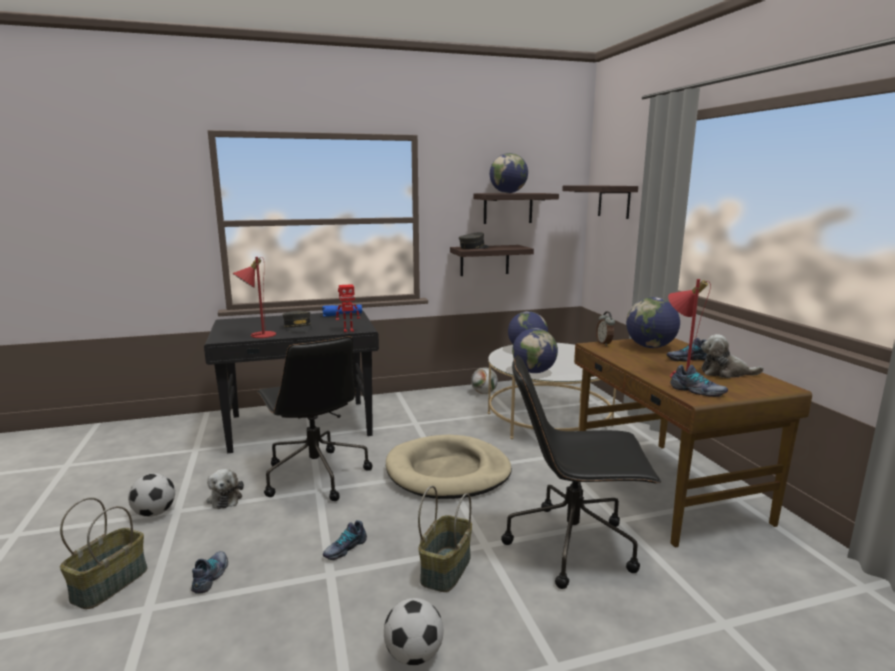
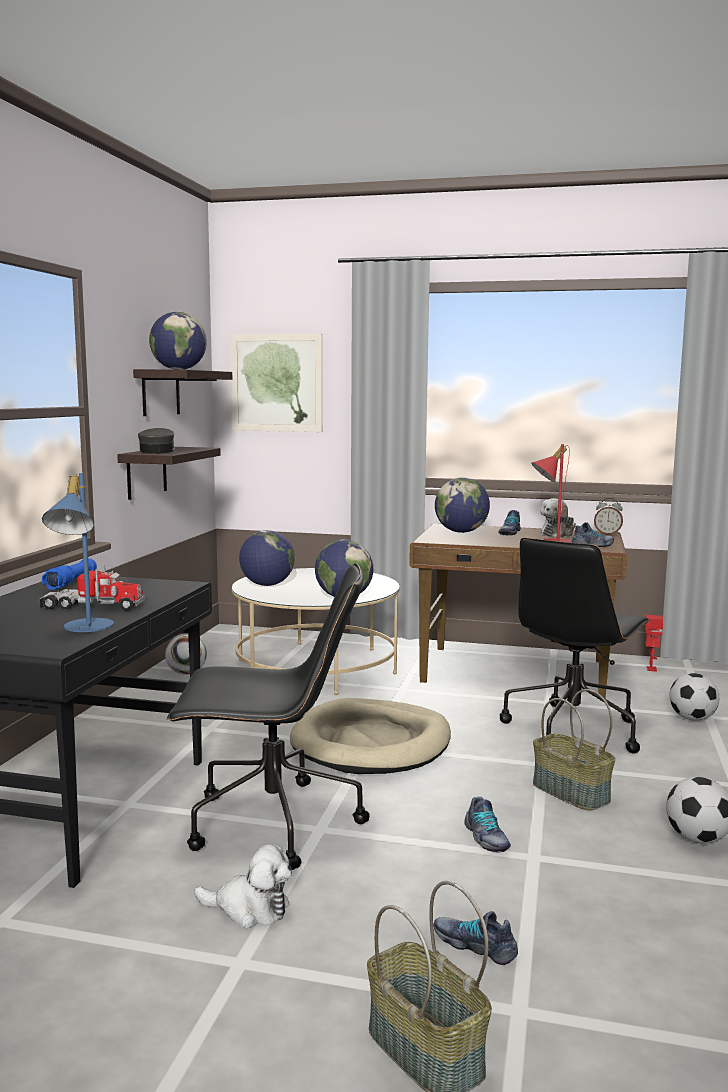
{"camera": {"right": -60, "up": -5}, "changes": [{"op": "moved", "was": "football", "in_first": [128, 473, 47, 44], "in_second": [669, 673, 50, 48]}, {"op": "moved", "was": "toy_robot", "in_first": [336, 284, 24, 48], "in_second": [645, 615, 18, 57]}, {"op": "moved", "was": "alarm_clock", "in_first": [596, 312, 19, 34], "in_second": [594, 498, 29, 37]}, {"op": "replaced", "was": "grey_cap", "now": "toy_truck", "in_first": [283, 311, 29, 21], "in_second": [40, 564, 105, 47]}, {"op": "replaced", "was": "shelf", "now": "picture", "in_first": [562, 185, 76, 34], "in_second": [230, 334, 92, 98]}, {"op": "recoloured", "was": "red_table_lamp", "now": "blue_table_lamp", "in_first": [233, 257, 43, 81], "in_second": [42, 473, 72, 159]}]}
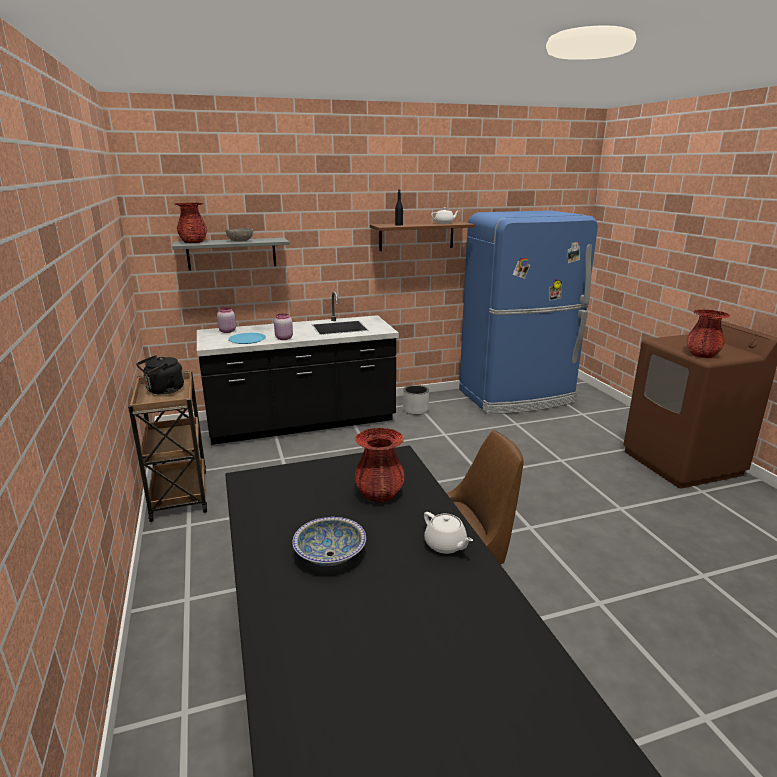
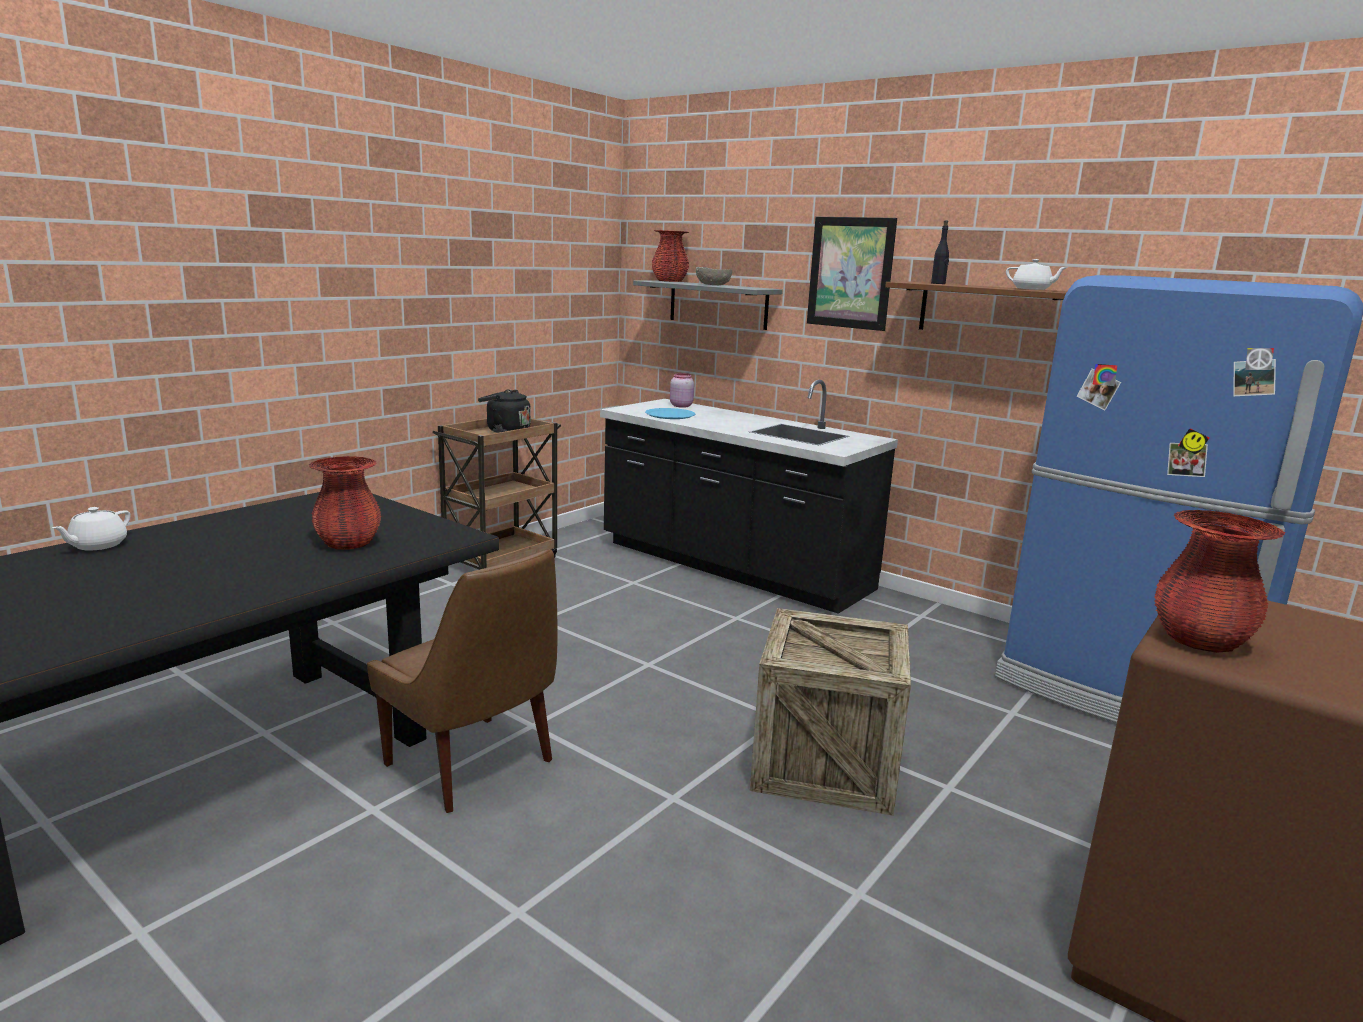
{"camera": {"right": 55, "up": -5}, "changes": [{"op": "removed", "was": "pink_jar", "in_first": [274, 313, 19, 27]}, {"op": "removed", "was": "bowl", "in_first": [292, 517, 74, 49]}, {"op": "removed", "was": "grey_planter", "in_first": [403, 385, 26, 30]}, {"op": "added", "now": "crate", "in_second": [750, 608, 161, 208]}, {"op": "added", "now": "picture", "in_second": [807, 217, 90, 114]}, {"op": "moved", "was": "white_teapot", "in_first": [424, 512, 49, 42], "in_second": [52, 507, 79, 44]}]}
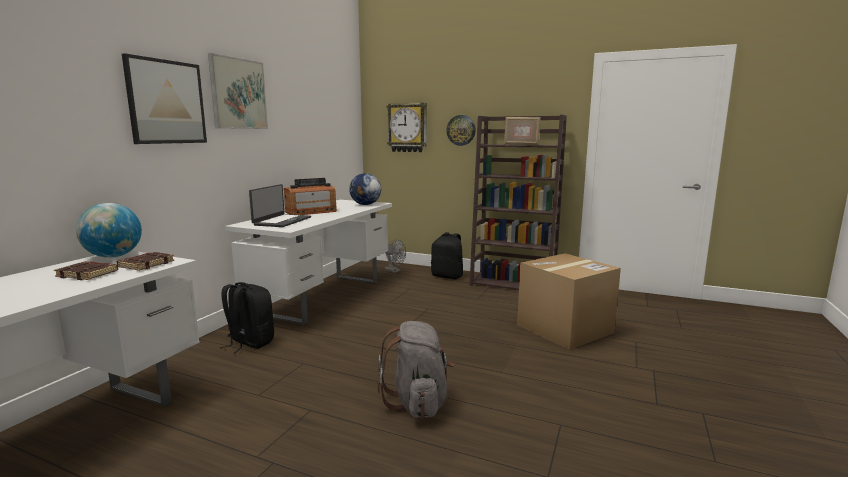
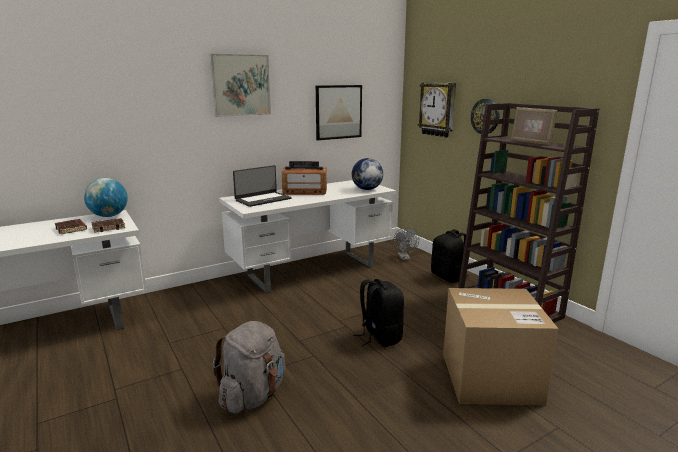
{"camera": {"right": 35, "up": 5}, "changes": [{"op": "moved", "was": "picture", "in_first": [122, 53, 85, 91], "in_second": [316, 85, 46, 55]}, {"op": "moved", "was": "black_backpack", "in_first": [220, 282, 54, 72], "in_second": [353, 279, 51, 68]}]}
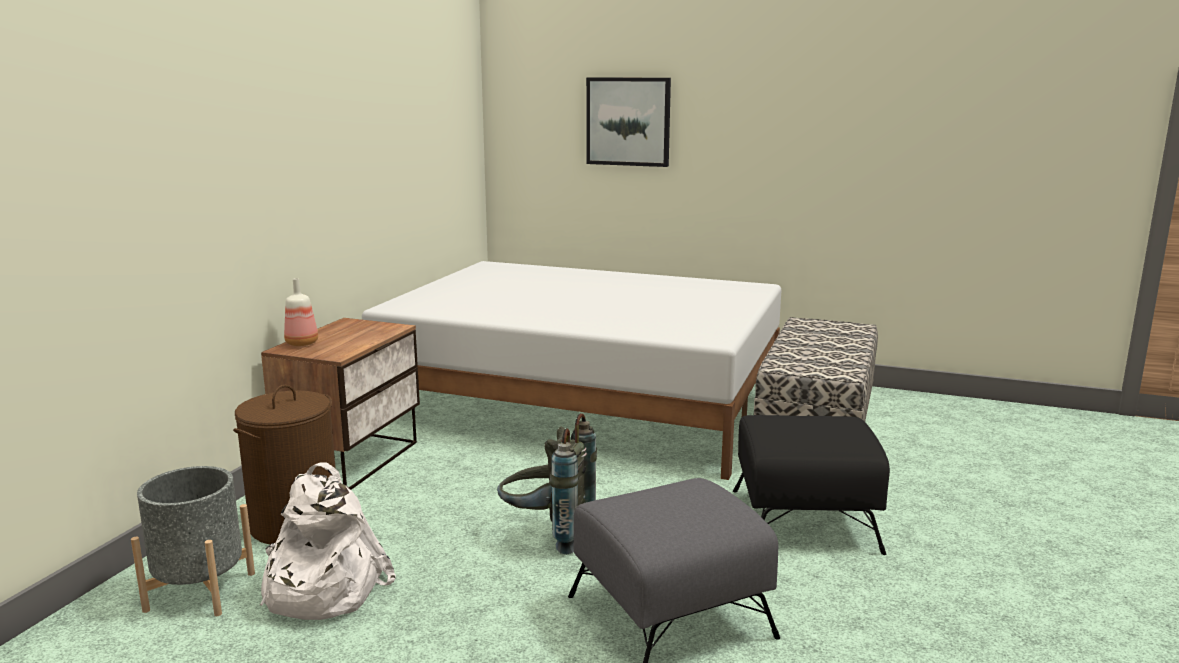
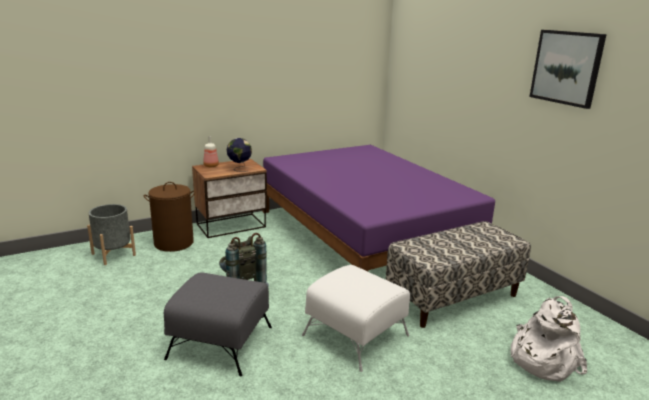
{"camera": {"right": 40, "up": 5}, "changes": [{"op": "added", "now": "globe", "in_second": [227, 138, 25, 34]}, {"op": "moved", "was": "white_backpack", "in_first": [260, 462, 136, 158], "in_second": [510, 296, 77, 86]}, {"op": "moved", "was": "picture", "in_first": [586, 77, 85, 90], "in_second": [529, 30, 78, 79]}, {"op": "recoloured", "was": "white_bed", "now": "purple_bed", "in_first": [362, 261, 419, 219], "in_second": [263, 145, 232, 126]}, {"op": "recoloured", "was": "black_ottoman", "now": "white_ottoman", "in_first": [733, 415, 157, 140], "in_second": [302, 265, 108, 107]}]}
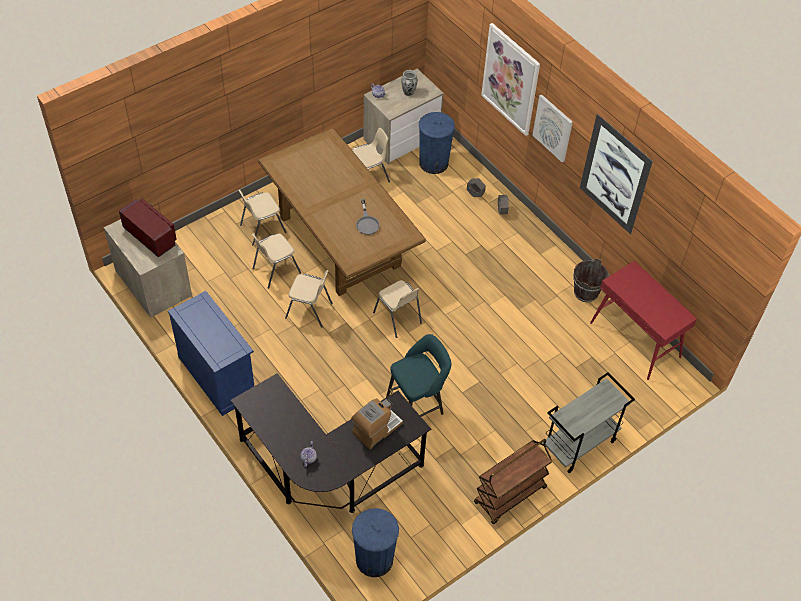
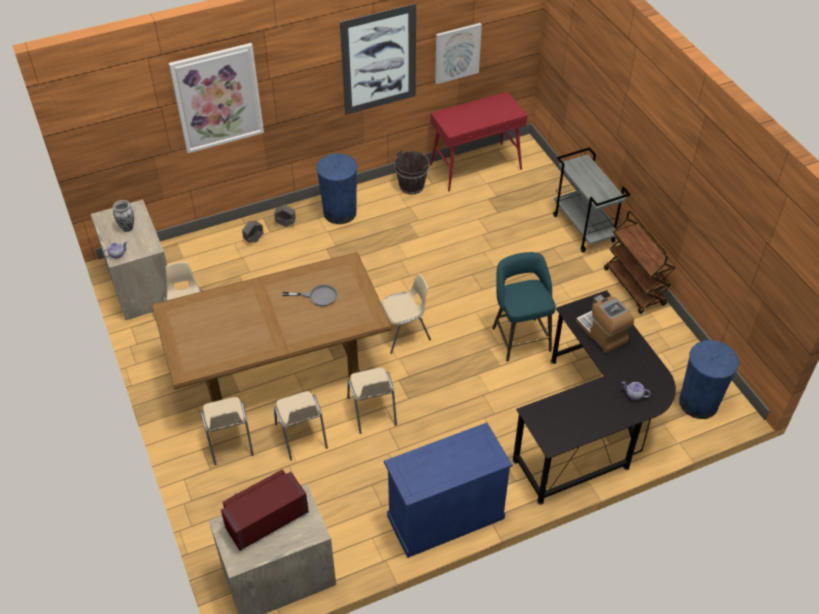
{"camera": {"right": -75, "up": -5}, "changes": [{"op": "moved", "was": "blue_trash_can", "in_first": [419, 112, 36, 62], "in_second": [316, 153, 42, 71]}, {"op": "moved", "was": "picture", "in_first": [532, 94, 41, 68], "in_second": [435, 23, 47, 61]}, {"op": "turned", "was": "beige_chair", "in_first": [285, 270, 47, 57], "in_second": [347, 367, 50, 67], "clockwise": 135}]}
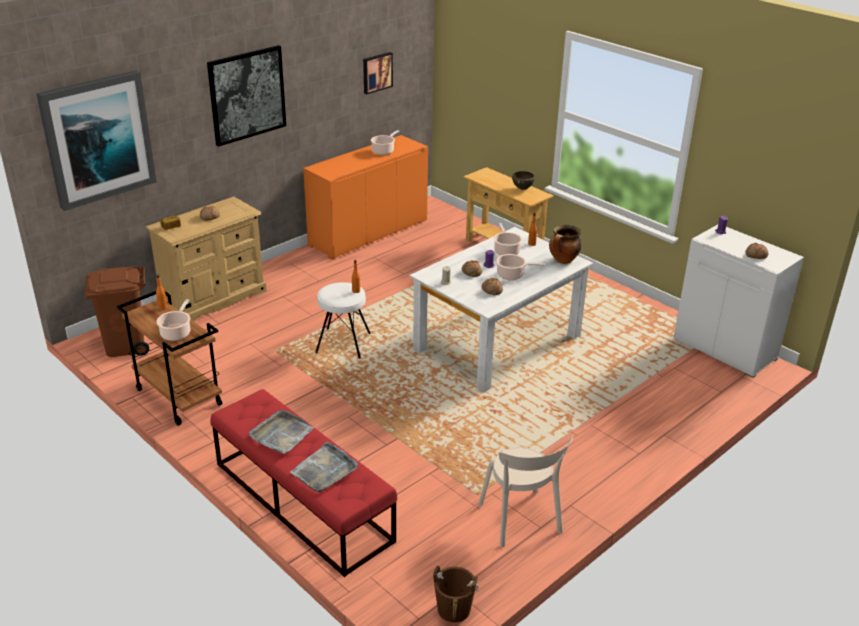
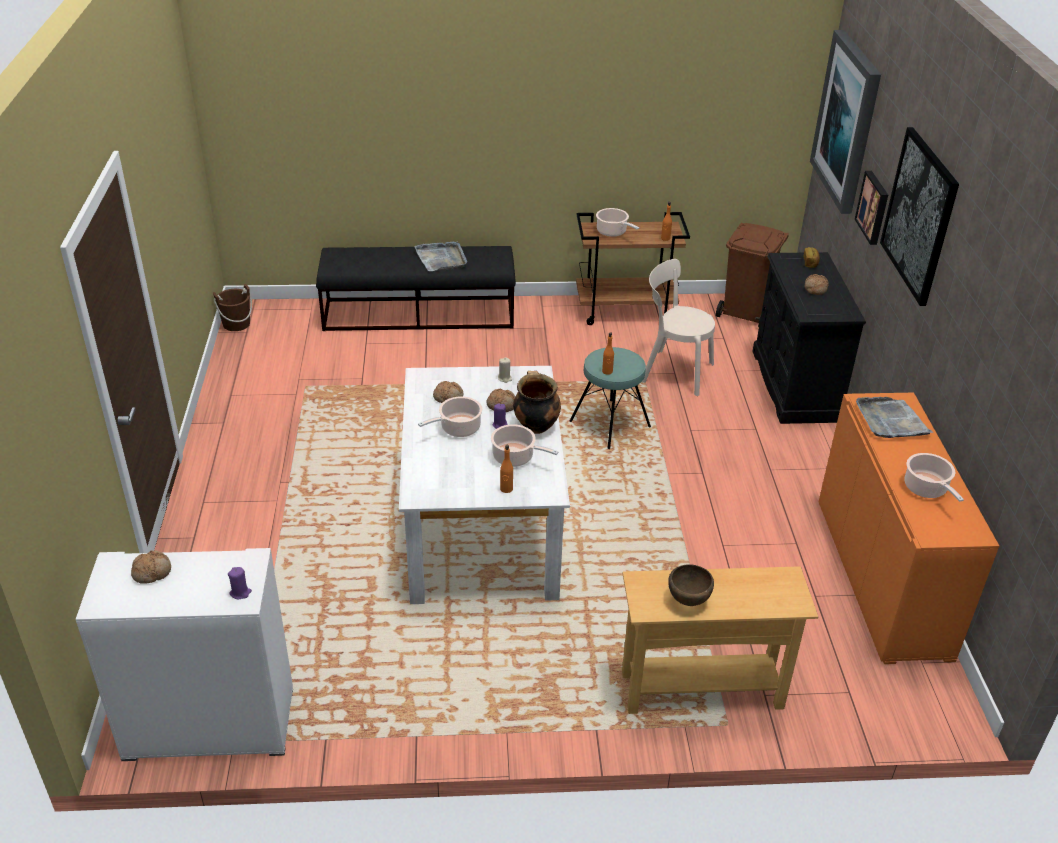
{"camera": {"right": 130, "up": 5}, "changes": [{"op": "moved", "was": "grey_tray", "in_first": [290, 441, 68, 51], "in_second": [856, 397, 78, 41]}, {"op": "moved", "was": "picture", "in_first": [363, 52, 30, 42], "in_second": [855, 171, 33, 74]}, {"op": "moved", "was": "beige_chair", "in_first": [478, 437, 95, 111], "in_second": [642, 259, 73, 137]}, {"op": "moved", "was": "cooking_pot", "in_first": [549, 225, 33, 39], "in_second": [513, 371, 48, 63]}, {"op": "recoloured", "was": "beige_dresser", "now": "black_dresser", "in_first": [146, 197, 121, 124], "in_second": [752, 252, 114, 172]}, {"op": "recoloured", "was": "red_bench", "now": "black_bench", "in_first": [210, 389, 187, 188], "in_second": [316, 246, 200, 85]}, {"op": "recoloured", "was": "white_stool", "now": "turquoise_stool", "in_first": [315, 282, 56, 76], "in_second": [570, 347, 81, 102]}]}
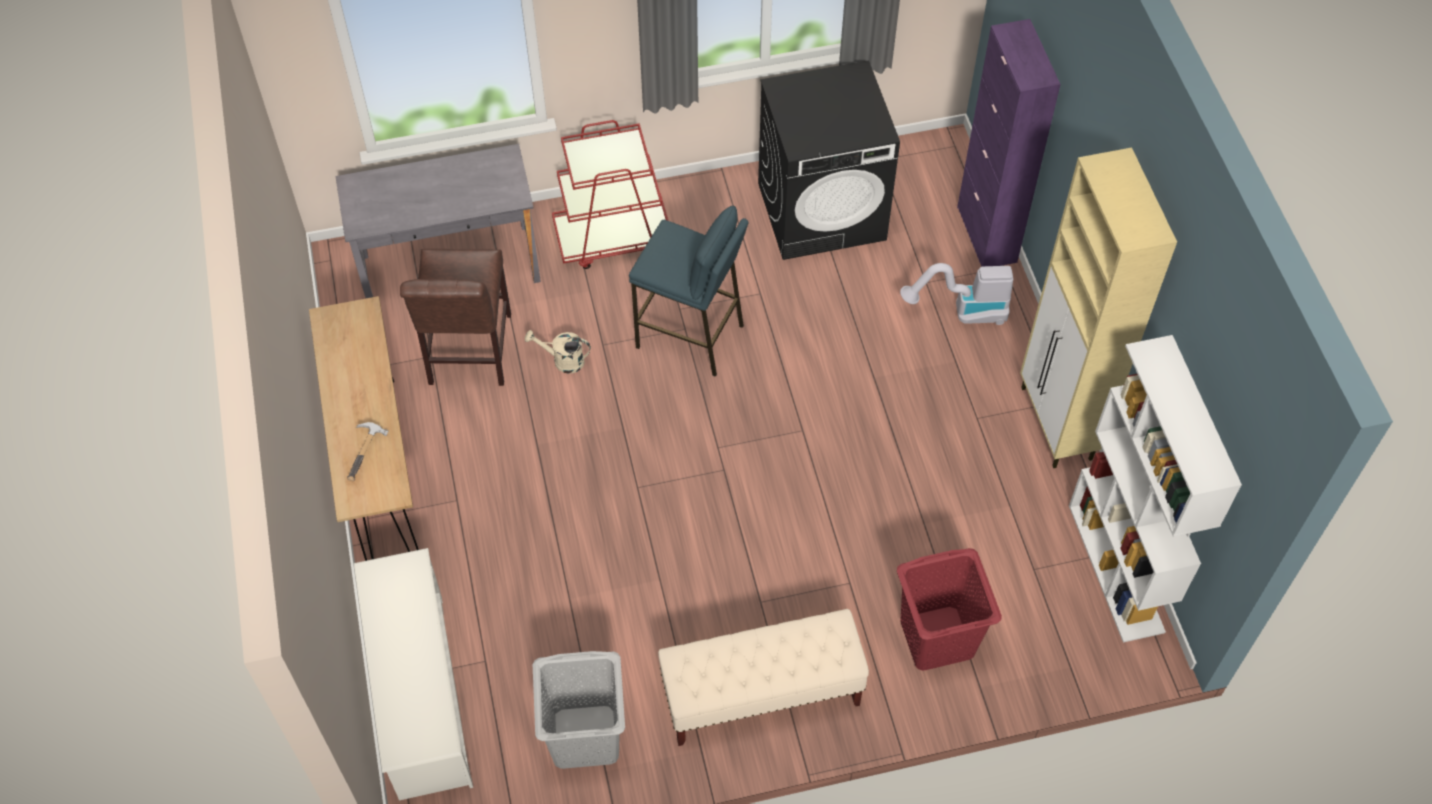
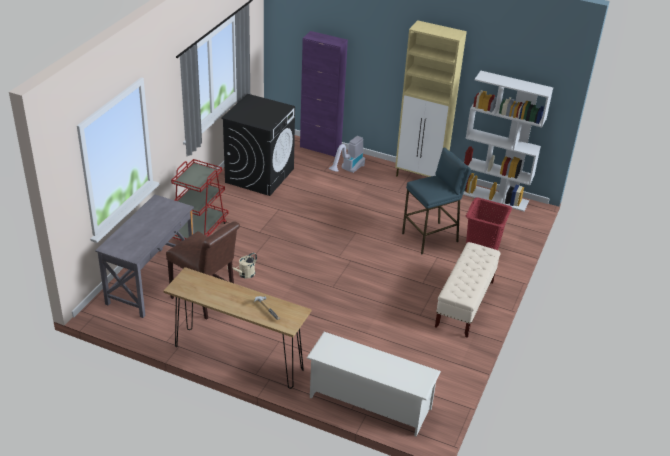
{"camera": {"right": -55, "up": -20}, "changes": [{"op": "removed", "was": "grey_laundry_basket", "in_first": [533, 651, 92, 118]}, {"op": "moved", "was": "blue_stool", "in_first": [629, 206, 120, 171], "in_second": [402, 147, 69, 107]}]}
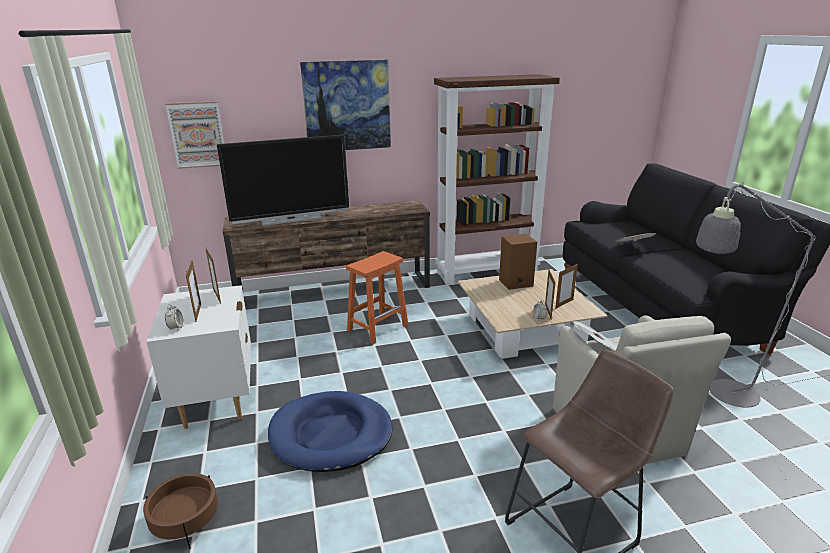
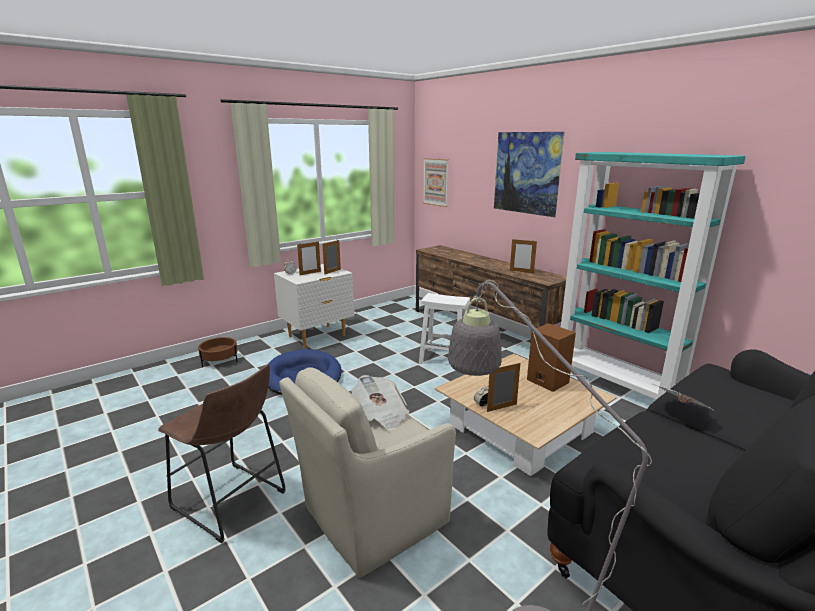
{"camera": {"right": 65, "up": -5}, "changes": [{"op": "removed", "was": "television", "in_first": [217, 135, 132, 91]}, {"op": "moved", "was": "picture_frame", "in_first": [555, 264, 23, 45], "in_second": [510, 238, 27, 35]}, {"op": "recoloured", "was": "orange_stool", "now": "white_stool", "in_first": [346, 251, 62, 93], "in_second": [419, 293, 51, 71]}, {"op": "recoloured", "was": "brown_bookcase", "now": "turquoise_bookcase", "in_first": [434, 74, 126, 211], "in_second": [561, 152, 185, 248]}]}
